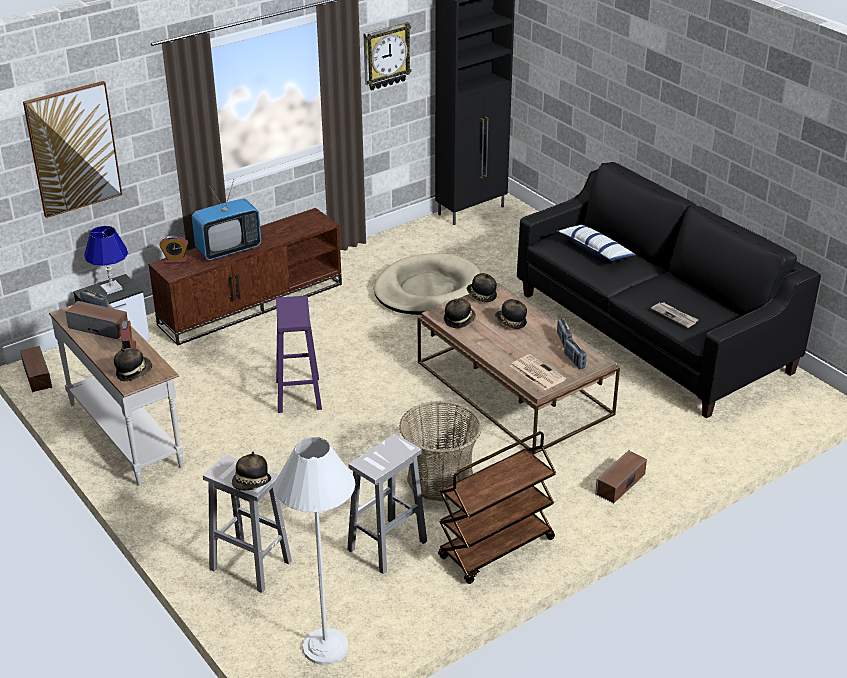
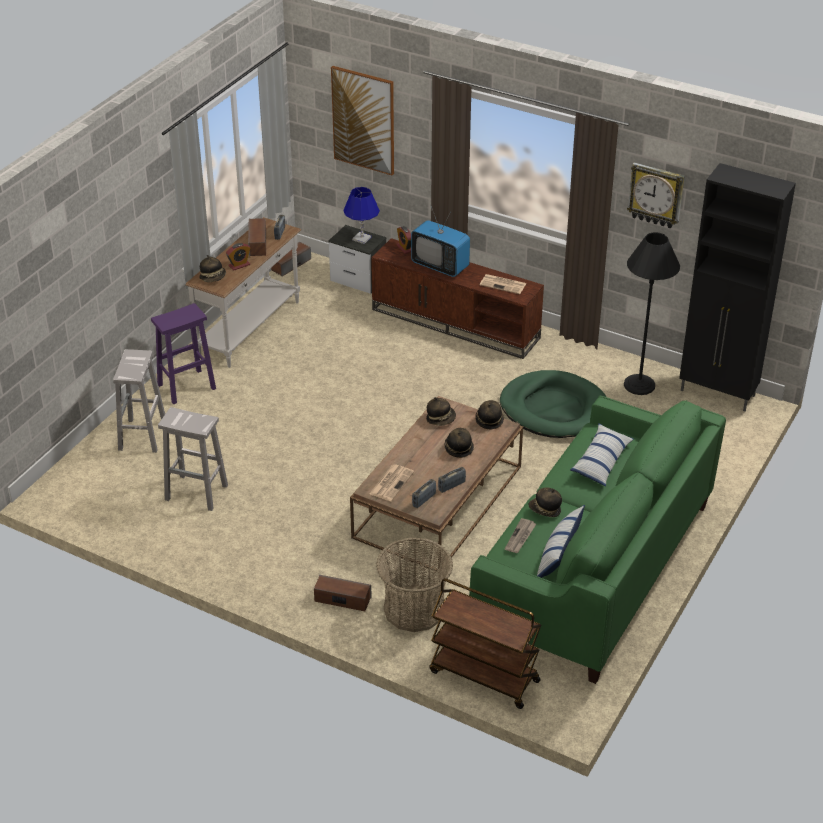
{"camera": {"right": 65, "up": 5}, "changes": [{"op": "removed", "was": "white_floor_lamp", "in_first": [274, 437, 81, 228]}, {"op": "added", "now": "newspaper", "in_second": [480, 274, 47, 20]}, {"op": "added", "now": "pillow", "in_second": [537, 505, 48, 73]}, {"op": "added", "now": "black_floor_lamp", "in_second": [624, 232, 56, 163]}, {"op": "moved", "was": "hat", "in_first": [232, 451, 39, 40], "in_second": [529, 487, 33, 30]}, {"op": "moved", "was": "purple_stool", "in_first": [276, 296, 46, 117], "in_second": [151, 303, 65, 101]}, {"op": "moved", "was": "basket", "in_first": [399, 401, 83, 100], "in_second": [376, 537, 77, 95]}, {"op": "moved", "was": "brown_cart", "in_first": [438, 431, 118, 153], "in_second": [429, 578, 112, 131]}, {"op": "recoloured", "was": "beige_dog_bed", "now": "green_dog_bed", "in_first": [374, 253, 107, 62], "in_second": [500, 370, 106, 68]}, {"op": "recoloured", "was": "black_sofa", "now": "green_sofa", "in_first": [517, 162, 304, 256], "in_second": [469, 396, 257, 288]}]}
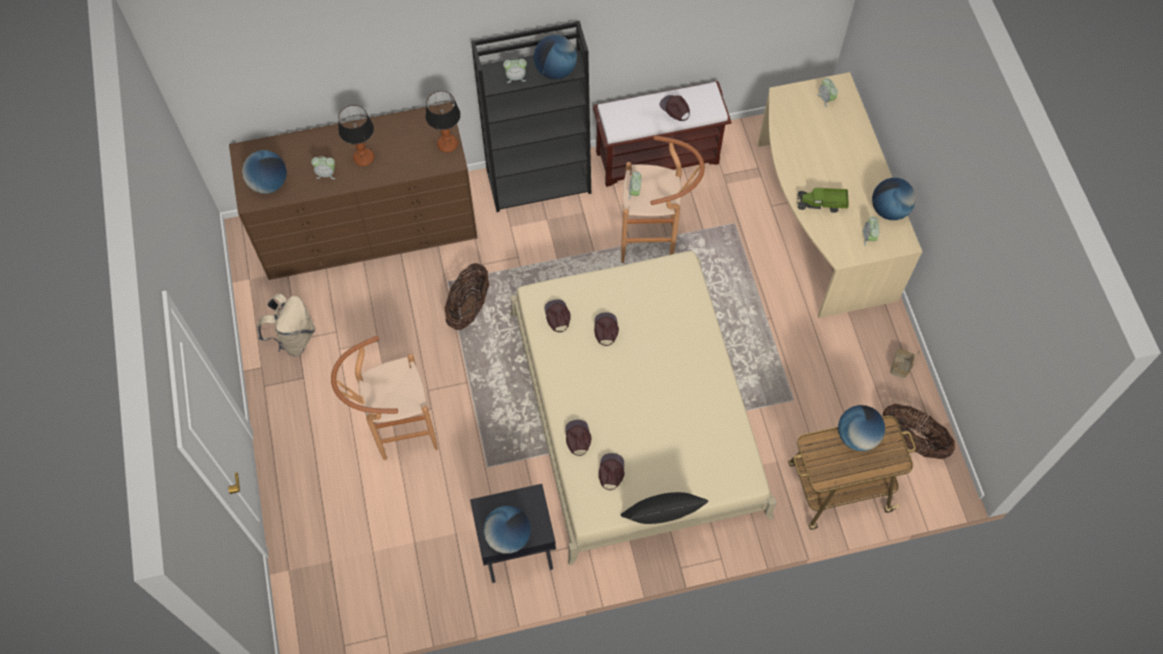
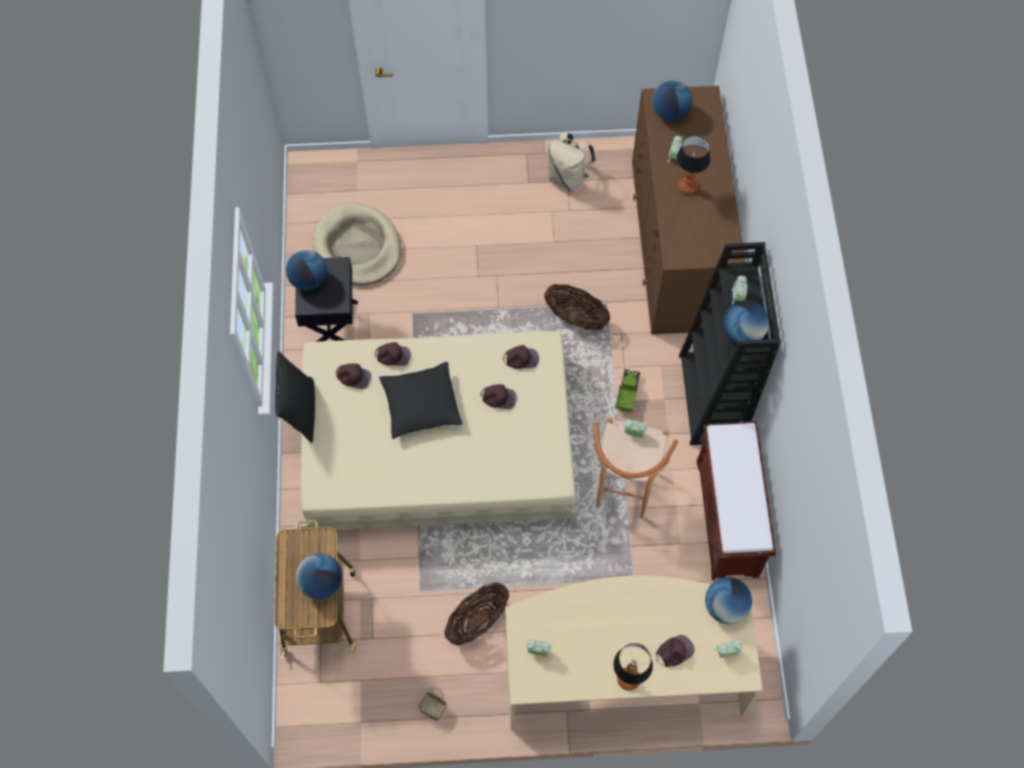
{"camera": {"right": 100, "up": 0}, "changes": [{"op": "removed", "was": "brown_stool", "in_first": [331, 336, 107, 124]}, {"op": "added", "now": "beige_dog_bed", "in_second": [313, 203, 88, 82]}, {"op": "added", "now": "black_pillow", "in_second": [379, 362, 84, 77]}, {"op": "moved", "was": "table_lamp", "in_first": [425, 91, 36, 61], "in_second": [613, 643, 40, 48]}, {"op": "moved", "was": "brown_cap", "in_first": [659, 95, 31, 26], "in_second": [656, 635, 39, 32]}, {"op": "moved", "was": "toy_truck", "in_first": [797, 188, 52, 25], "in_second": [615, 369, 25, 43]}, {"op": "moved", "was": "globe", "in_first": [872, 178, 44, 42], "in_second": [705, 577, 47, 47]}, {"op": "moved", "was": "basket", "in_first": [883, 404, 72, 56], "in_second": [444, 582, 65, 63]}]}
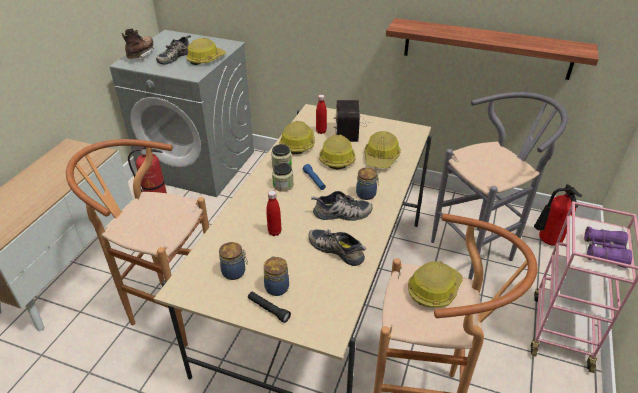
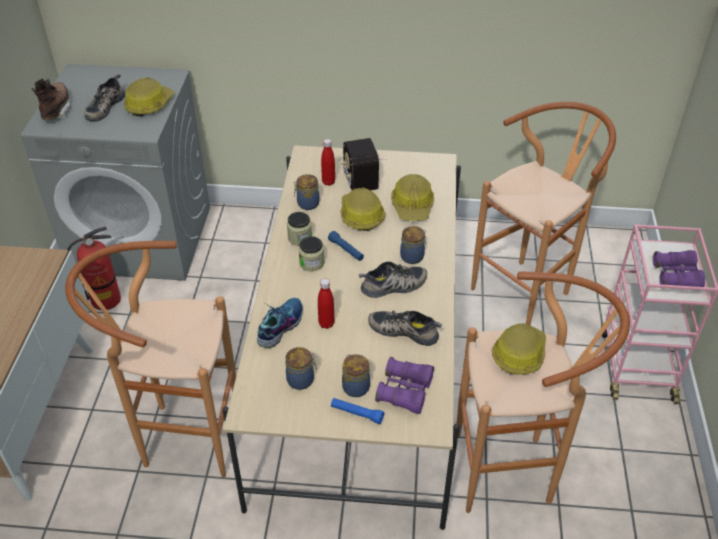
{"camera": {"right": -15, "up": 5}, "changes": [{"op": "removed", "was": "shelf", "in_first": [386, 18, 213, 62]}, {"op": "removed", "was": "fire_extinguisher", "in_first": [534, 184, 48, 62]}, {"op": "added", "now": "shoe", "in_second": [257, 298, 46, 50]}, {"op": "added", "now": "purple_binoculars", "in_second": [375, 357, 59, 57]}, {"op": "replaced", "was": "hard_hat", "now": "jar", "in_first": [279, 121, 36, 33], "in_second": [294, 174, 25, 36]}, {"op": "recoloured", "was": "black_flashlight", "now": "blue_flashlight", "in_first": [248, 291, 43, 32], "in_second": [331, 398, 53, 26]}, {"op": "recoloured", "was": "grey_stool", "now": "brown_stool", "in_first": [431, 92, 137, 188], "in_second": [471, 102, 145, 224]}]}
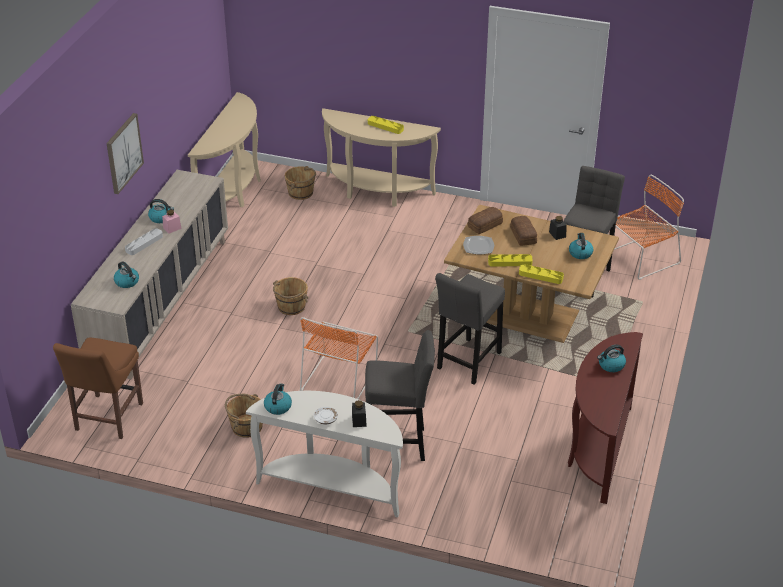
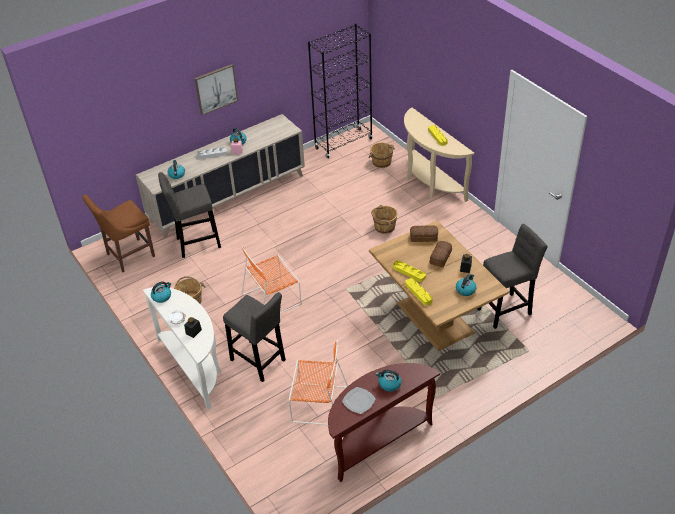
{"camera": {"right": 40, "up": 5}, "changes": [{"op": "moved", "was": "brown_bucket", "in_first": [273, 277, 36, 38], "in_second": [371, 205, 26, 29]}, {"op": "moved", "was": "grey_stool", "in_first": [435, 273, 70, 112], "in_second": [158, 172, 63, 86]}, {"op": "moved", "was": "plate", "in_first": [463, 236, 31, 18], "in_second": [342, 387, 34, 27]}, {"op": "moved", "was": "orange_chair", "in_first": [608, 175, 76, 105], "in_second": [289, 340, 59, 85]}, {"op": "replaced", "was": "beige_console_table", "now": "black_bookcase", "in_first": [188, 92, 73, 116], "in_second": [308, 24, 65, 135]}]}
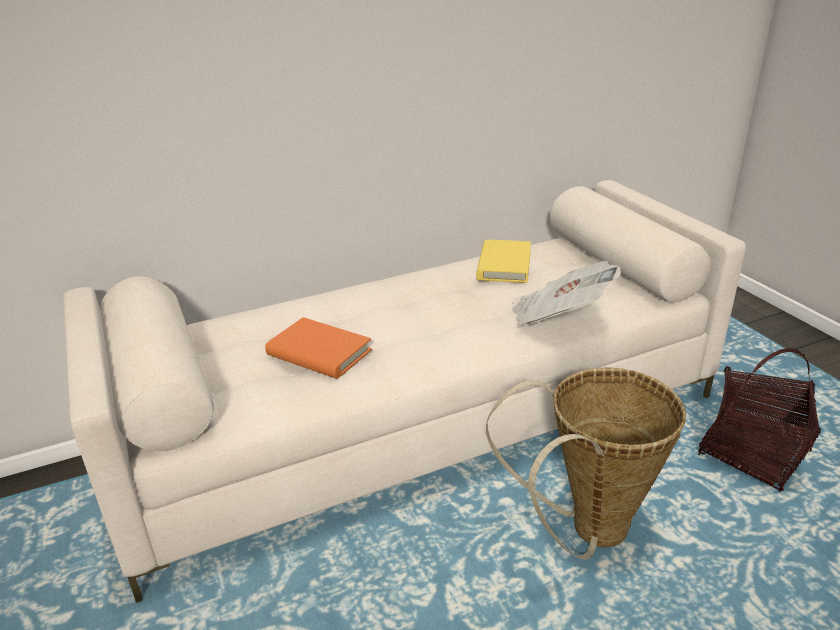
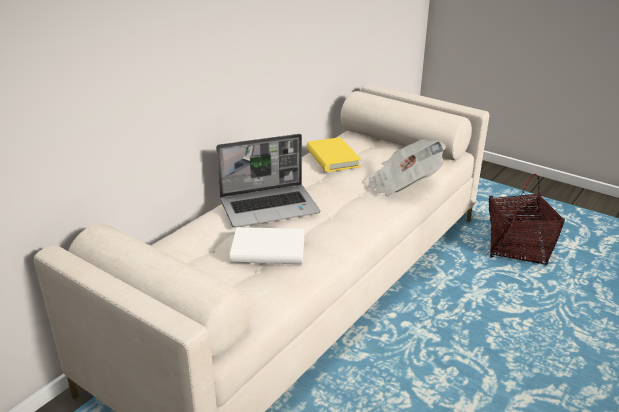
{"camera": {"right": -30, "up": 0}, "changes": [{"op": "removed", "was": "basket", "in_first": [486, 368, 200, 192]}, {"op": "added", "now": "laptop", "in_second": [216, 134, 104, 93]}, {"op": "recoloured", "was": "orange_book", "now": "white_book", "in_first": [265, 317, 107, 62], "in_second": [230, 227, 75, 37]}]}
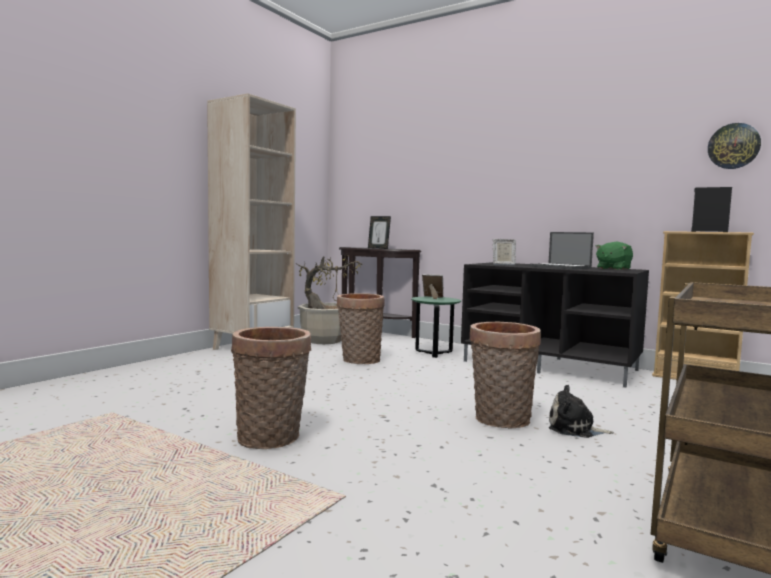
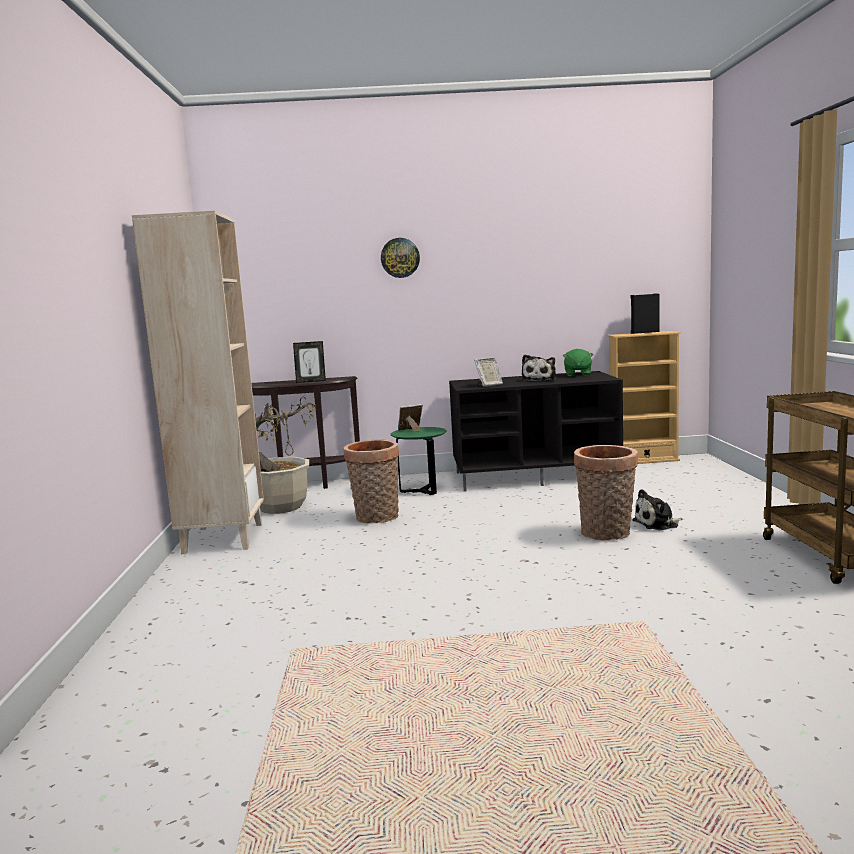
{"camera": {"right": -35, "up": 5}, "changes": [{"op": "removed", "was": "basket", "in_first": [231, 327, 80, 122]}, {"op": "moved", "was": "wall_clock", "in_first": [708, 123, 53, 46], "in_second": [381, 238, 39, 40]}, {"op": "replaced", "was": "laptop", "now": "plush_toy", "in_first": [529, 232, 65, 37], "in_second": [522, 355, 34, 26]}]}
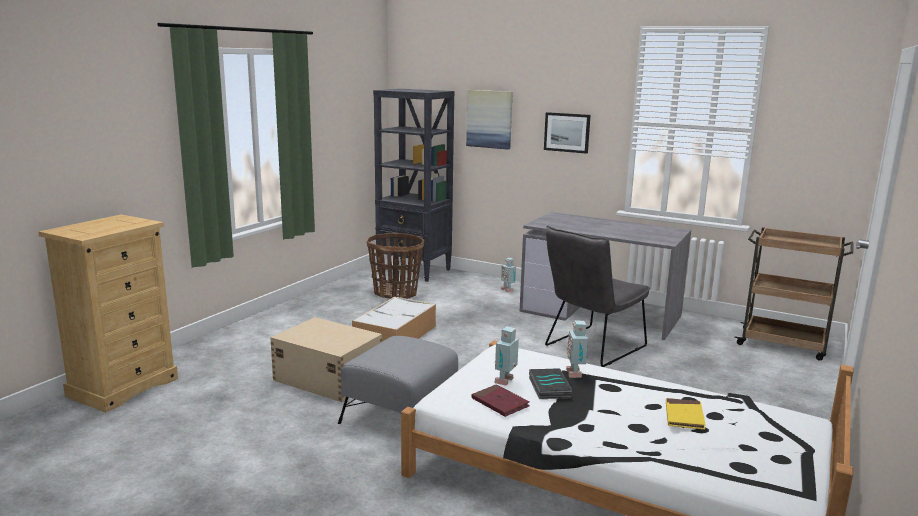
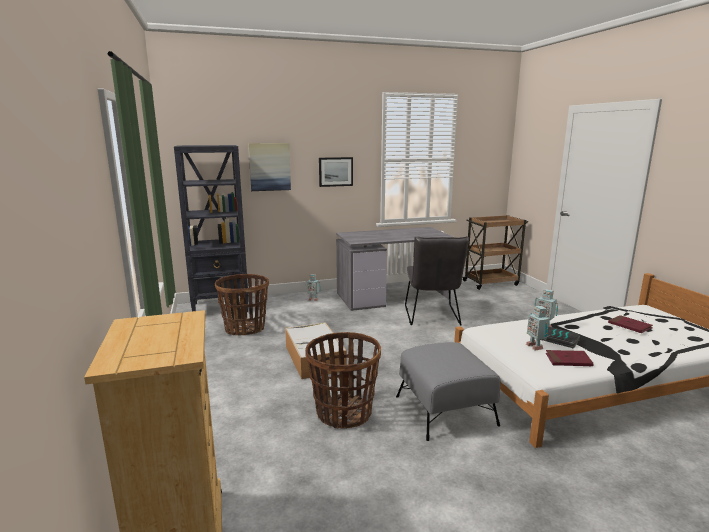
{"camera": {"right": -45, "up": 0}, "changes": [{"op": "replaced", "was": "beige_storage_box", "now": "basket", "in_first": [270, 317, 112, 85], "in_second": [305, 332, 76, 97]}, {"op": "recoloured", "was": "yellow_book", "now": "red_book", "in_first": [666, 398, 40, 32], "in_second": [608, 315, 45, 18]}]}
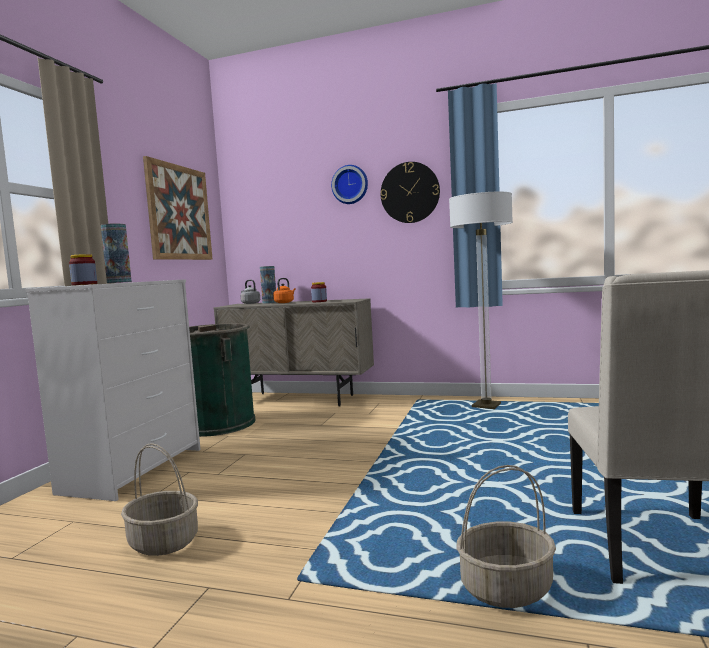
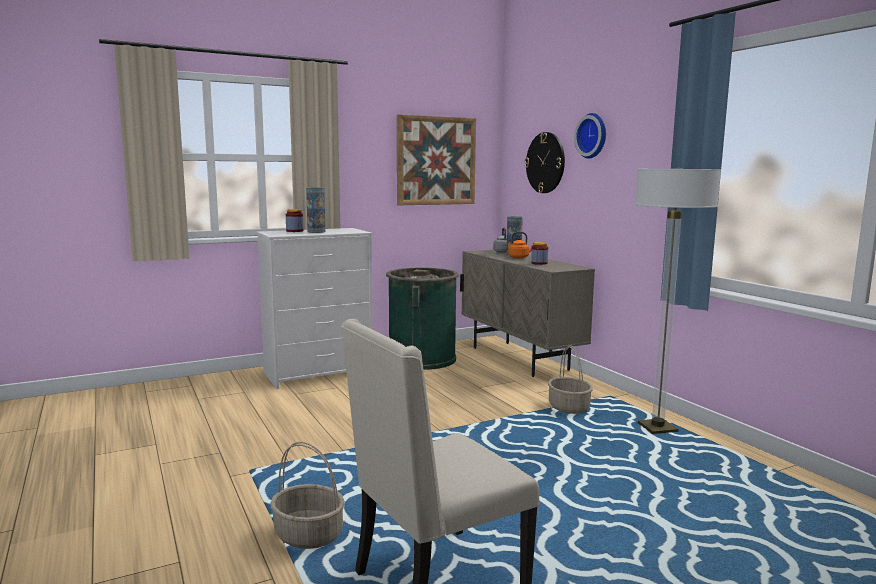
{"camera": {"right": 45, "up": 5}, "changes": [{"op": "moved", "was": "basket", "in_first": [121, 443, 77, 113], "in_second": [548, 345, 45, 69]}, {"op": "moved", "was": "wall_clock", "in_first": [380, 162, 60, 61], "in_second": [525, 132, 40, 61]}]}
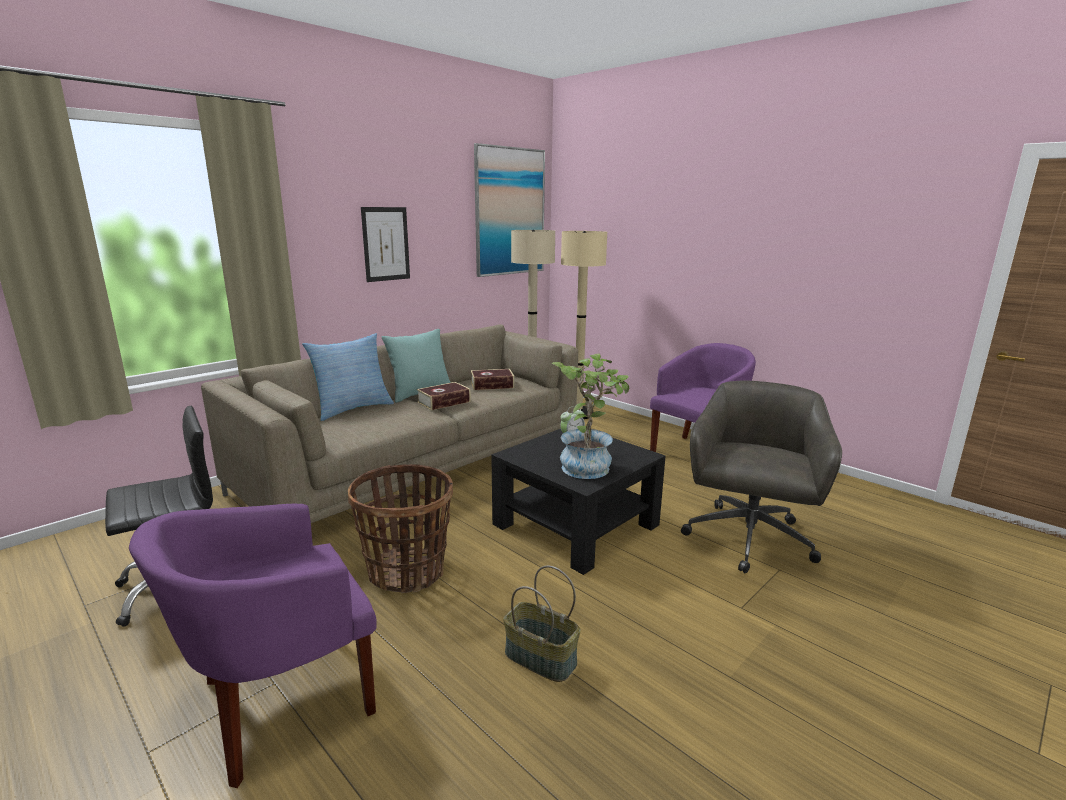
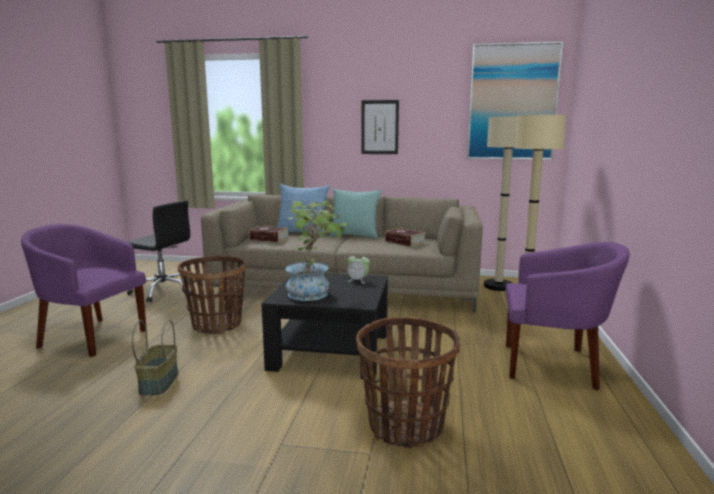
{"camera": {"right": 55, "up": -5}, "changes": [{"op": "moved", "was": "book", "in_first": [417, 382, 54, 28], "in_second": [249, 226, 40, 16]}, {"op": "replaced", "was": "grey_office_chair", "now": "basket", "in_first": [681, 380, 161, 193], "in_second": [356, 317, 104, 131]}]}
